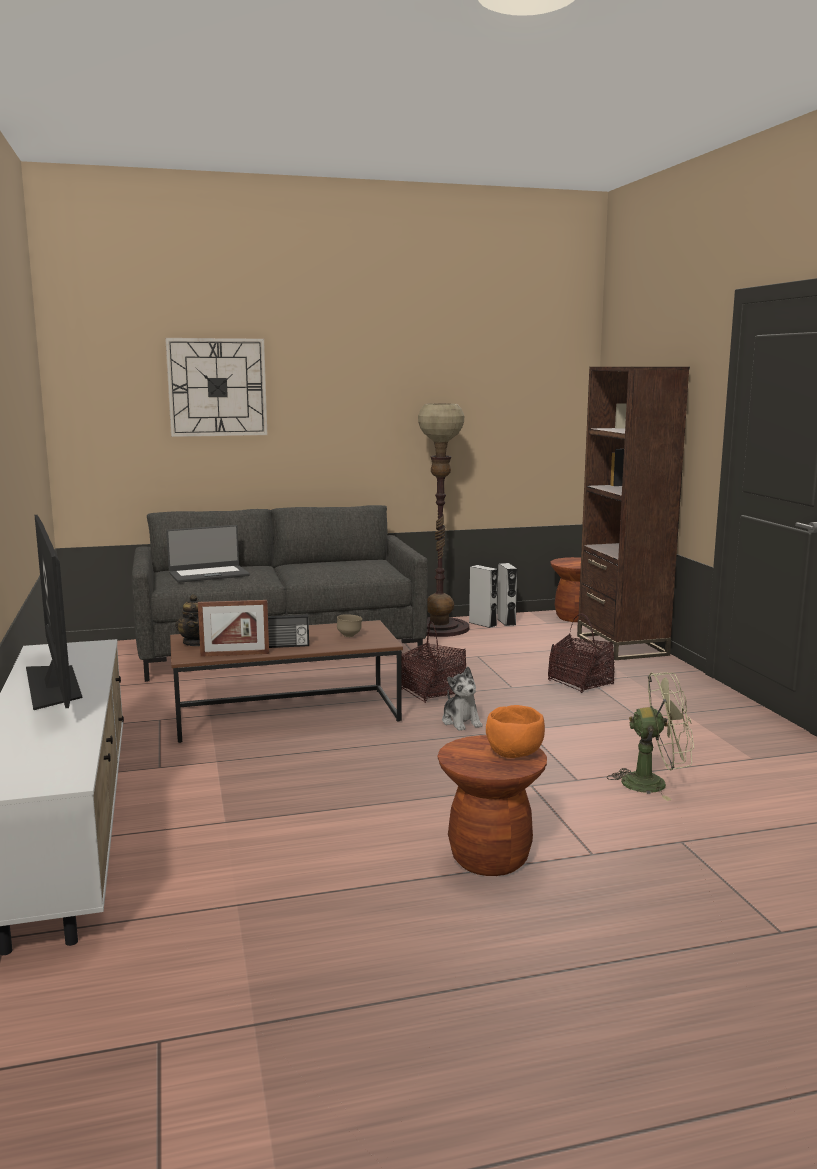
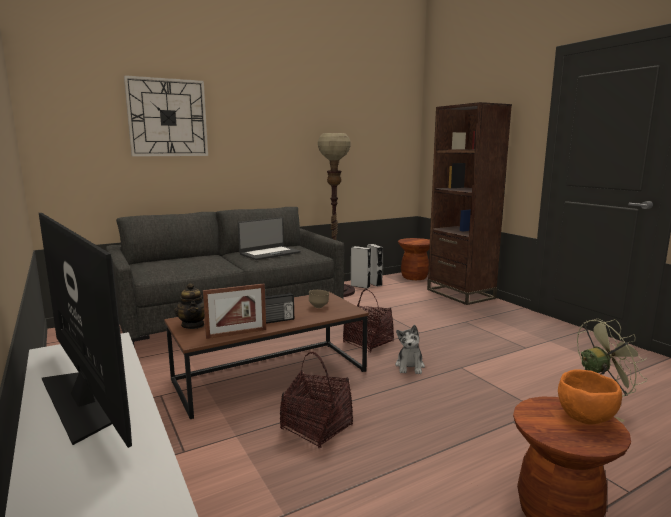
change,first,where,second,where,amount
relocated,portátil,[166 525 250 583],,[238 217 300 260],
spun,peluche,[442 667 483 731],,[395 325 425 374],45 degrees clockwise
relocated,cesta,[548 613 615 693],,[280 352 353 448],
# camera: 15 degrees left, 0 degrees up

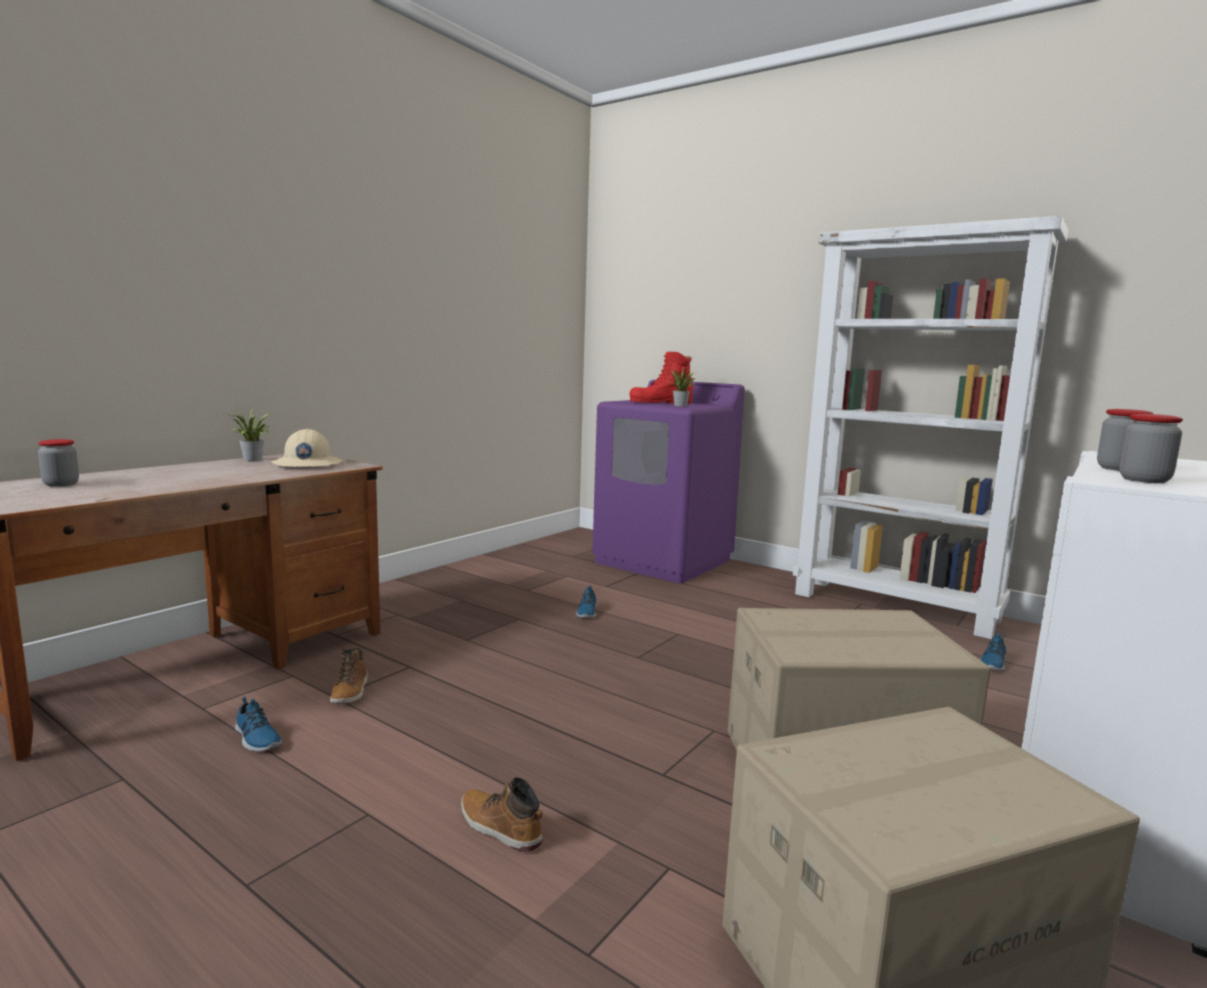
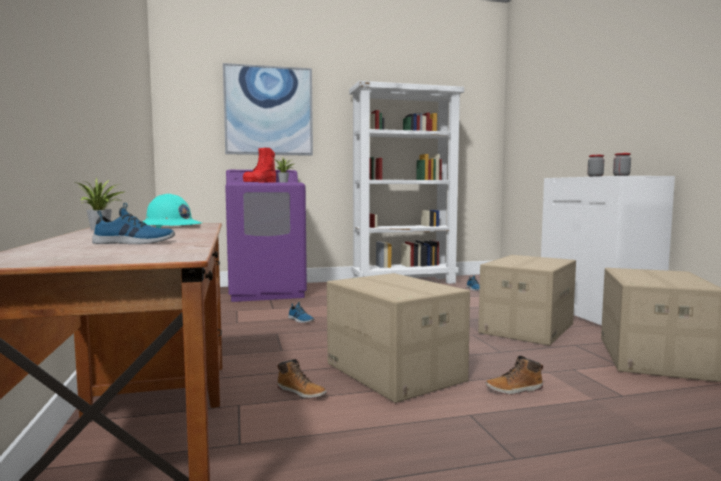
change,first,where,second,where,amount
missing,tarro,[38 439 79 487],,,
relocated,zapato,[235 697 282 751],,[92 203 175 244],
colour,casco/beis,[271 429 343 467],casco/turquesa,[143 194 202 228],
appeared,,,cuadro,[223 63 313 156],
appeared,,,caja de cartón,[327 273 470 403],
# camera: 50 degrees left, 5 degrees down

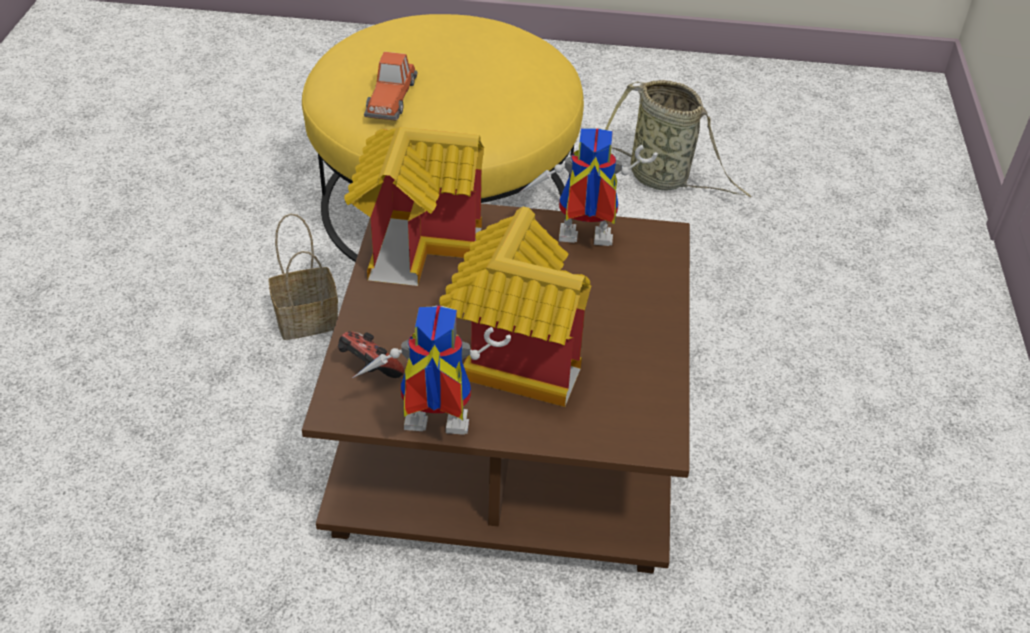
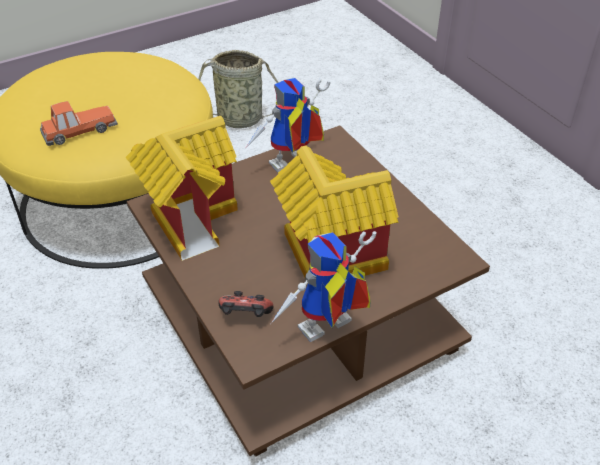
change,first,where,second,where,amount
missing,cesta,[268 213 338 340],,,
spun,coche de juguete,[364 52 418 121],,[40 101 118 146],90 degrees counterclockwise
# camera: 35 degrees left, 0 degrees up

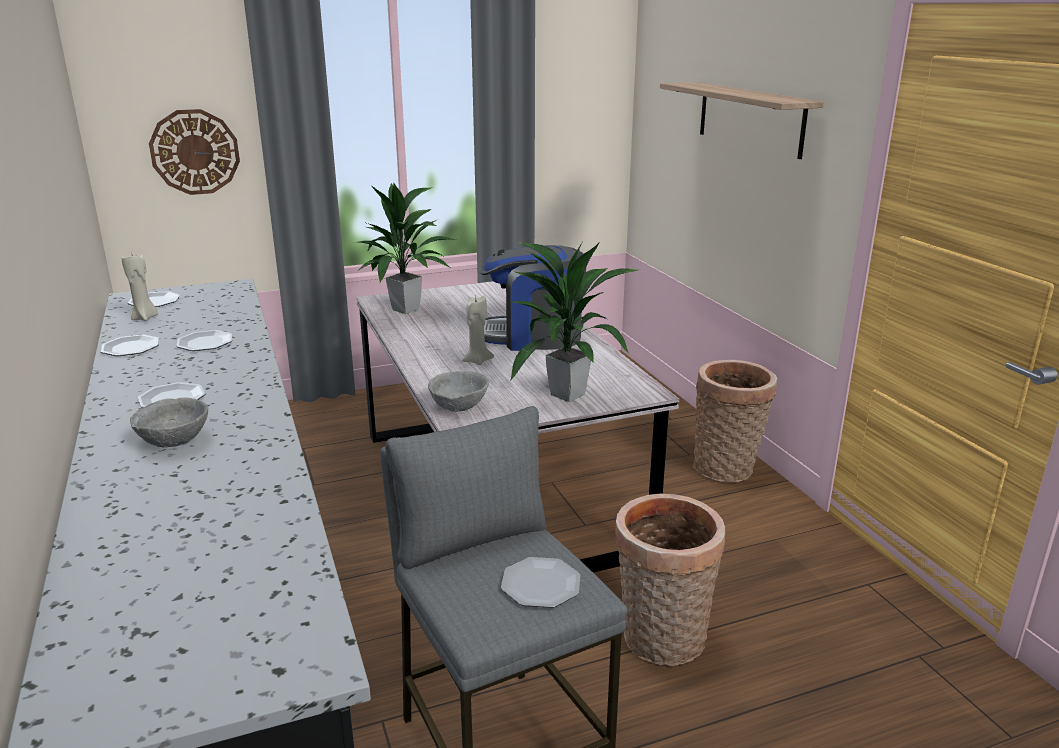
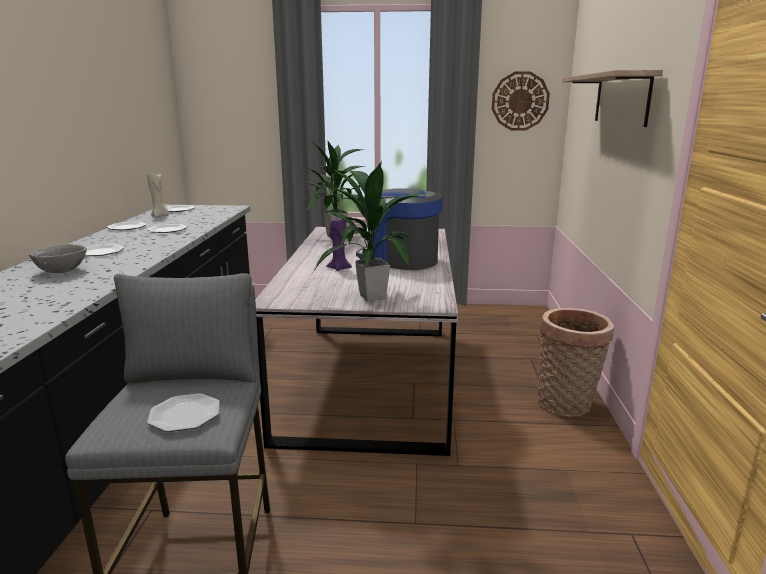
change,first,where,second,where,amount
relocated,reloj de pared,[149 109 240 195],,[492 71 550 131],
missing,cuenco/gris,[428 371 489 412],,,
colour,vela/beis,[462 295 494 365],vela/morado,[326 218 352 271],
missing,cesta,[615 494 725 666],,,
# camera: 25 degrees right, 5 degrees down

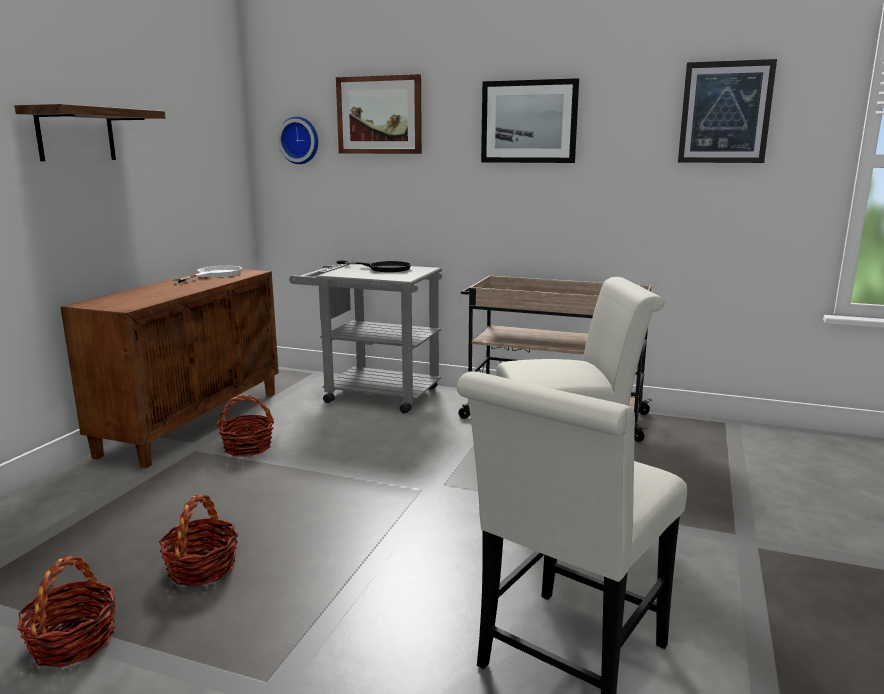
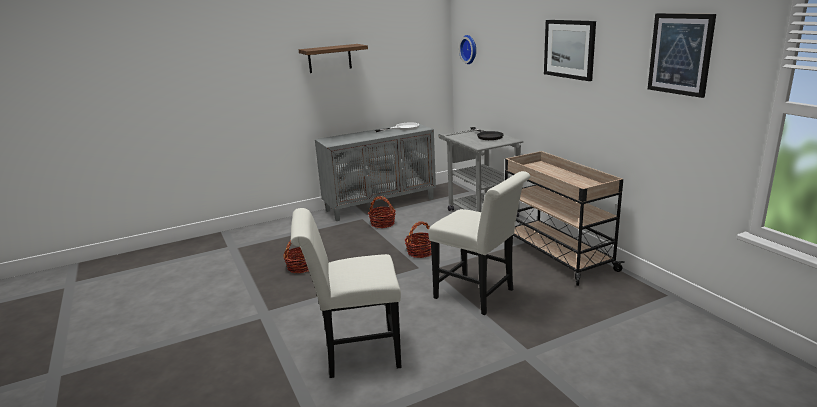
change,first,where,second,where,amount
relocated,cesta,[17 556 116 667],,[404 221 432 258],
colour,armario/marrón,[60 269 279 468],armario/gris,[315 123 436 221],
missing,cuadro,[336 74 422 154],,,
# camera: 45 degrees right, 5 degrees up

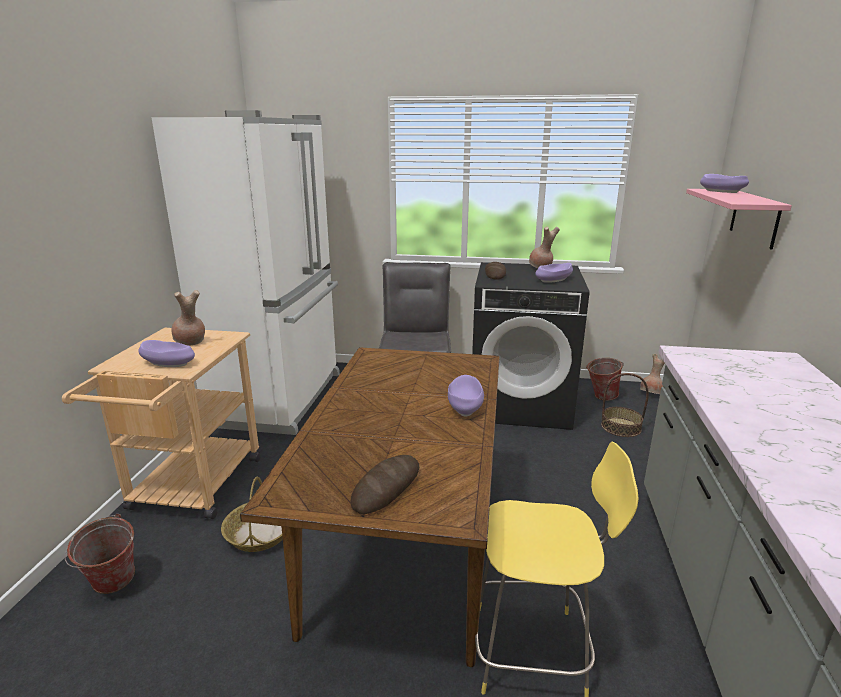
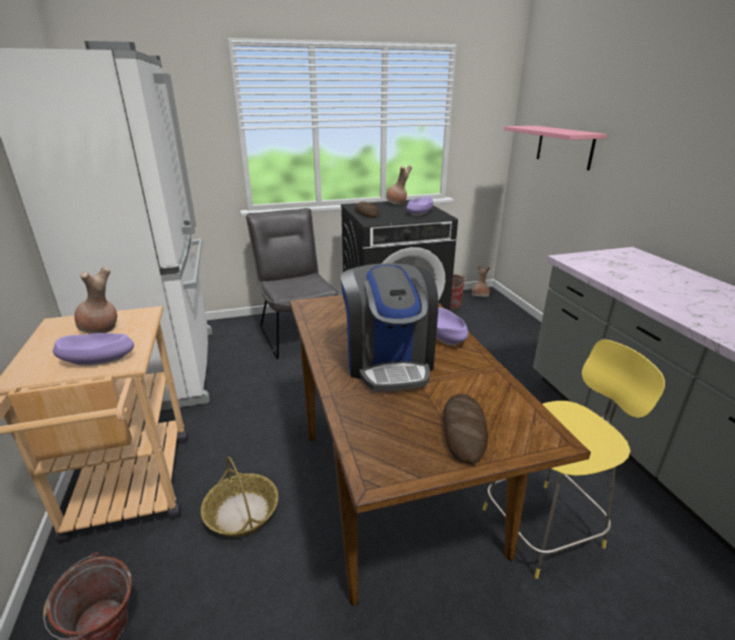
change,first,where,second,where,amount
missing,cesta,[601 373 649 437],,,
missing,cuenco/morado,[700 174 749 193],,,
appeared,,,cafetera,[341 263 439 391],
# camera: 25 degrees left, 5 degrees up

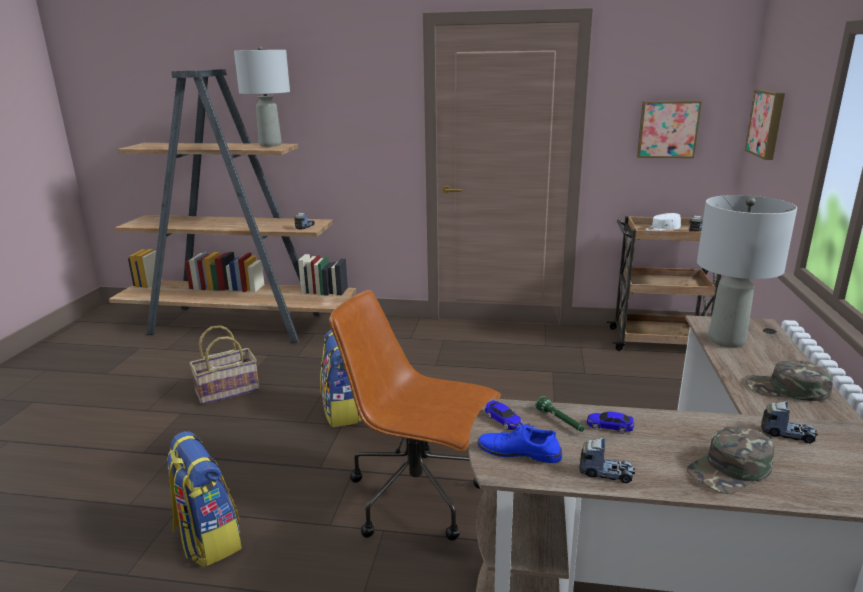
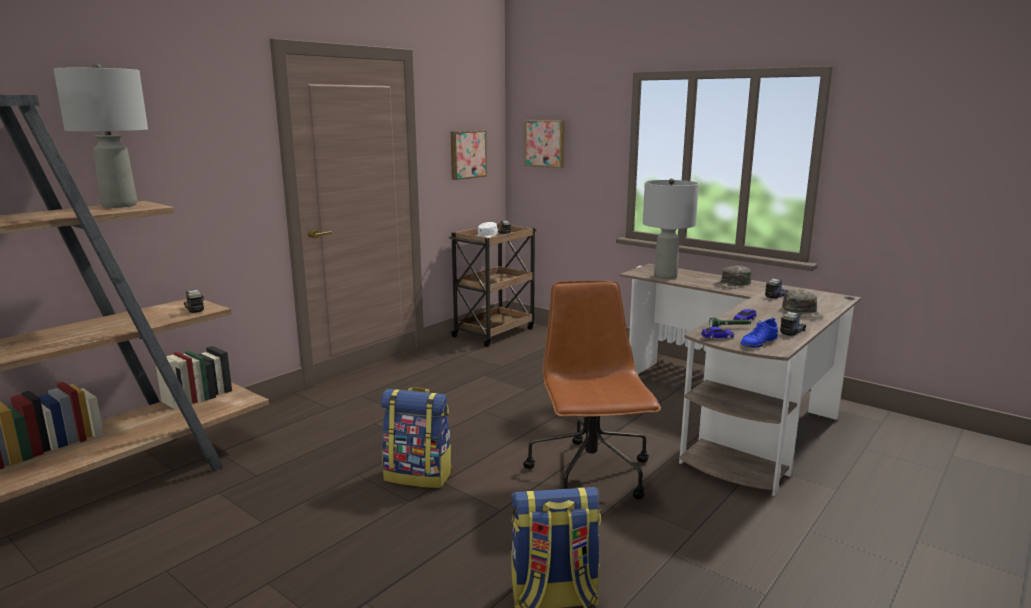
change,first,where,second,where,amount
missing,cesta,[189 325 260 405],,,
spun,silla de oficina/marrón,[329 290 501 541],,[523 281 661 500],120 degrees clockwise
# camera: 60 degrees left, 5 degrees down

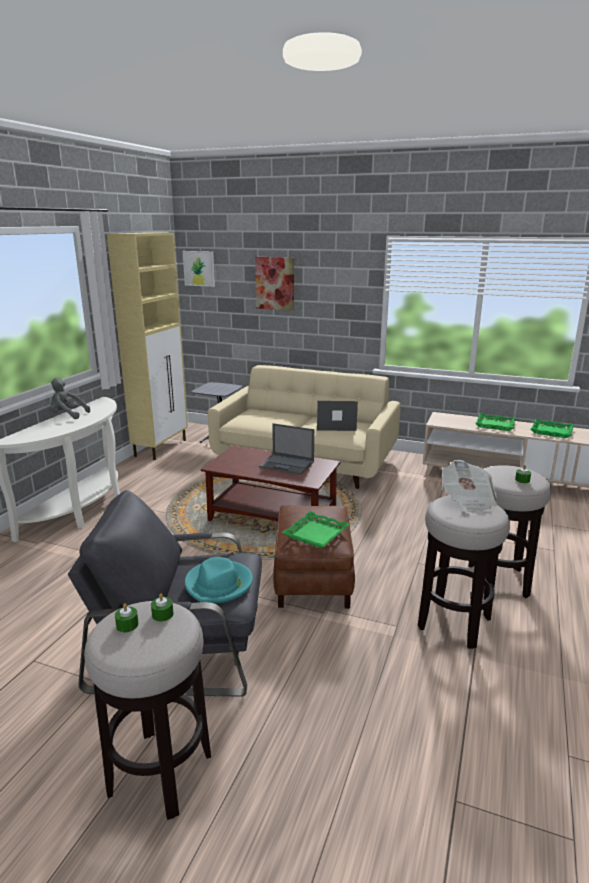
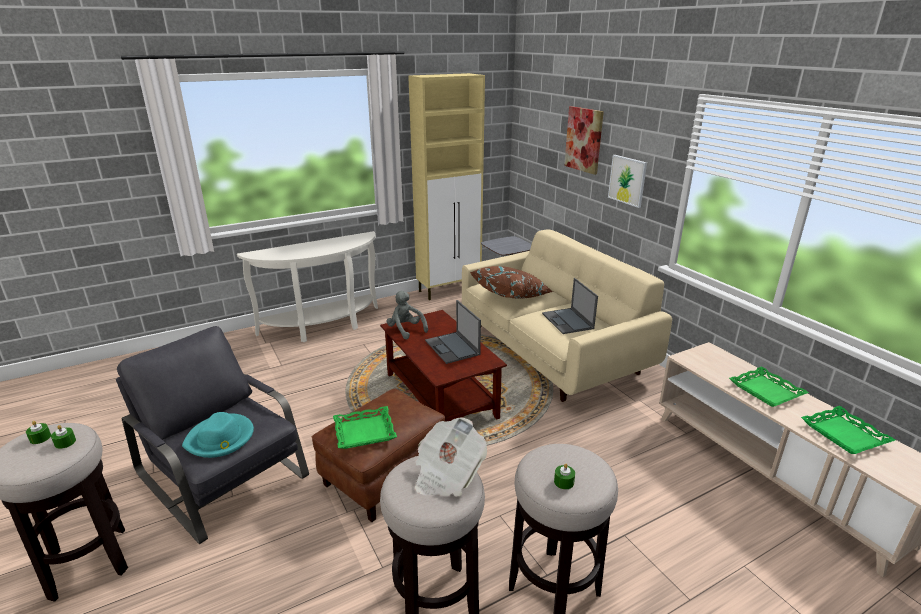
change,first,where,second,where,amount
relocated,peluche/gris,[50 378 90 419],,[386 291 428 339],
relocated,cuadro,[183 251 215 287],,[608 155 647 208],
spun,portátil,[317 401 358 431],,[542 278 598 334],150 degrees counterclockwise
appeared,,,cojín/marrón,[471 266 553 299],
# camera: 40 degrees right, 5 degrees up

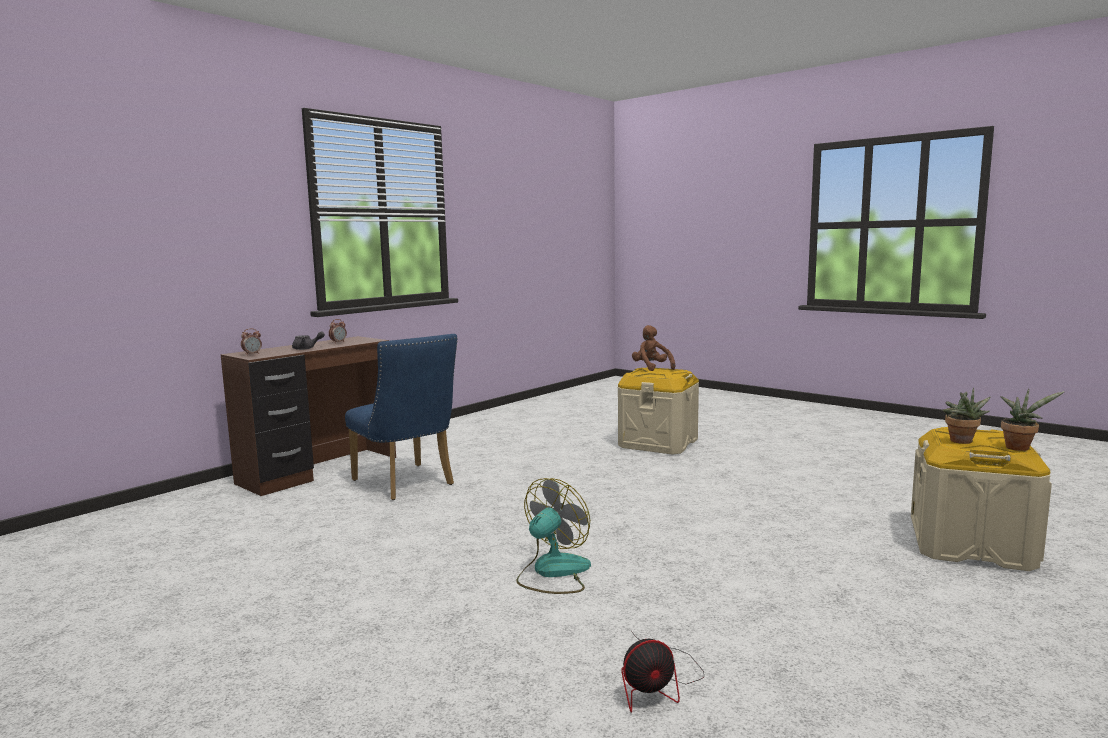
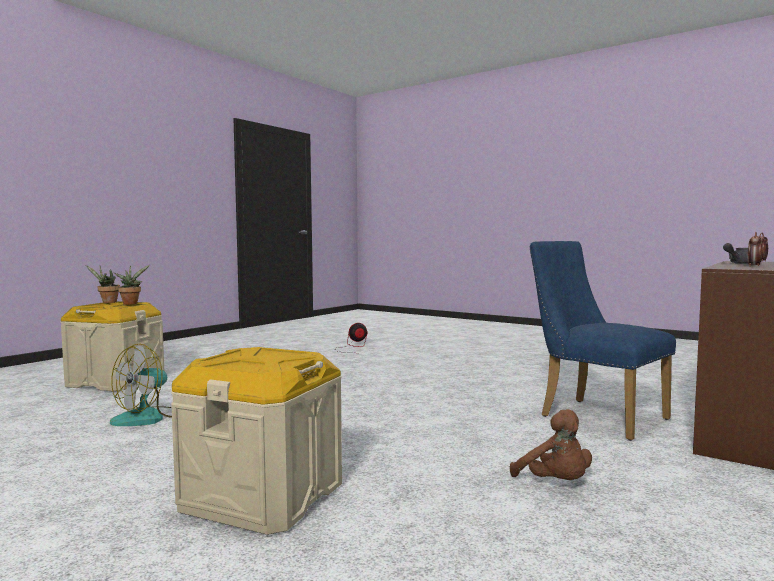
change,first,where,second,where,amount
relocated,ventilador,[516 478 591 594],,[110 343 172 426],
relocated,peluche/marrón,[632 325 675 371],,[510 409 592 480],
# camera: 175 degrees right, 5 degrees down

